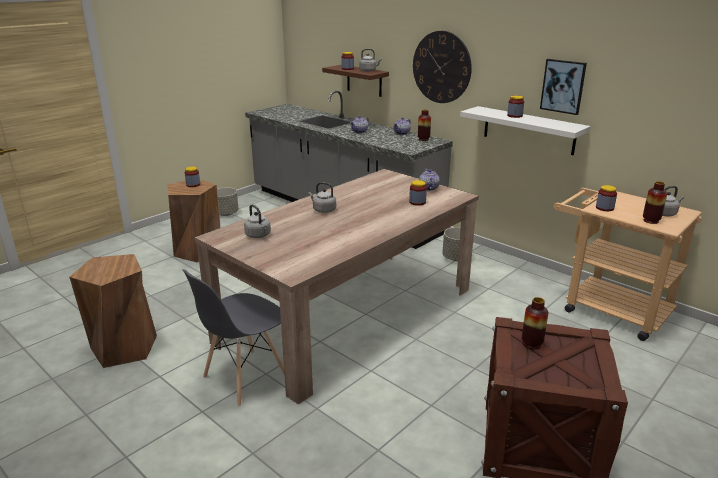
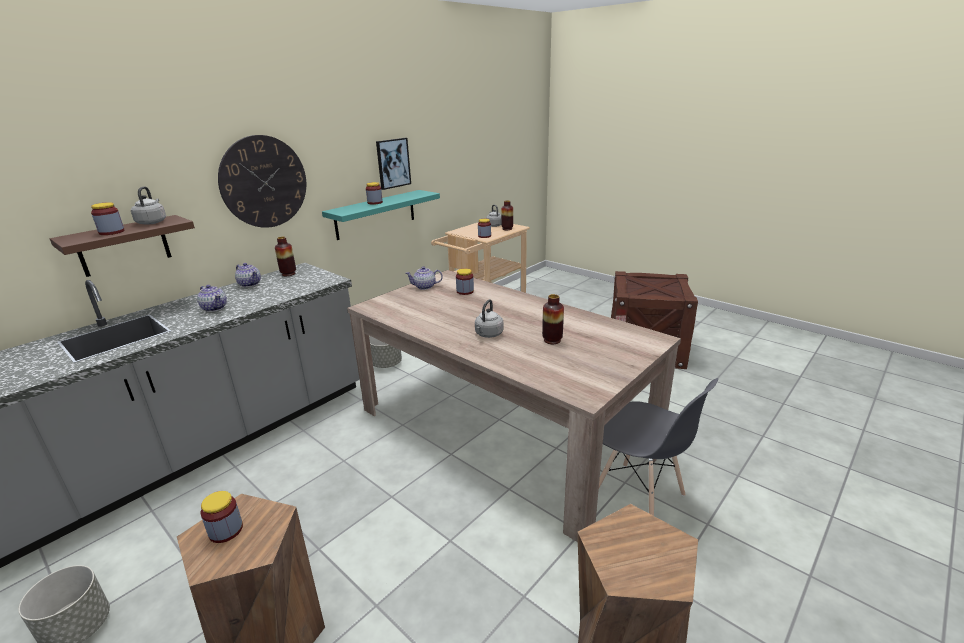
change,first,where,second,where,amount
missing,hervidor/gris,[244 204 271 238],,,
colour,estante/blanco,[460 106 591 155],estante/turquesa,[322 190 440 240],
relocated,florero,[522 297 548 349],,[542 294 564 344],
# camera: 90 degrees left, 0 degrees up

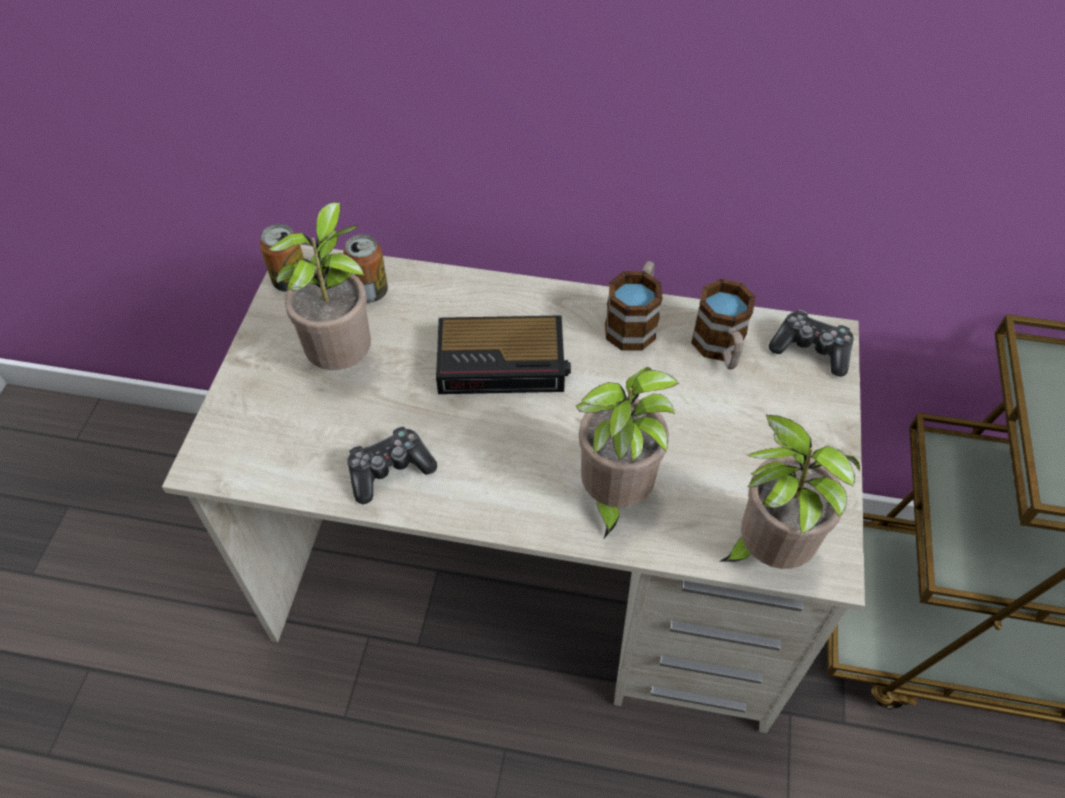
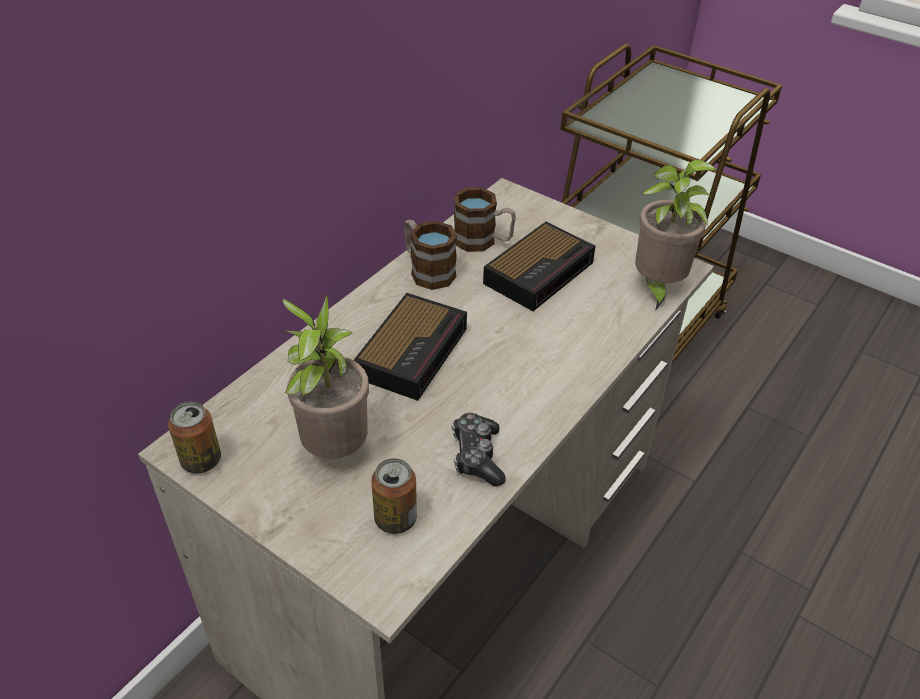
change,first,where,second,where,amount
relocated,lata,[343 234 388 303],,[371 458 417 534],
missing,planta en maceta,[575 367 679 538],,,
missing,mando de consola,[769 310 853 377],,,
appeared,,,despertador,[483 222 596 311],
# camera: 65 degrees left, 10 degrees down

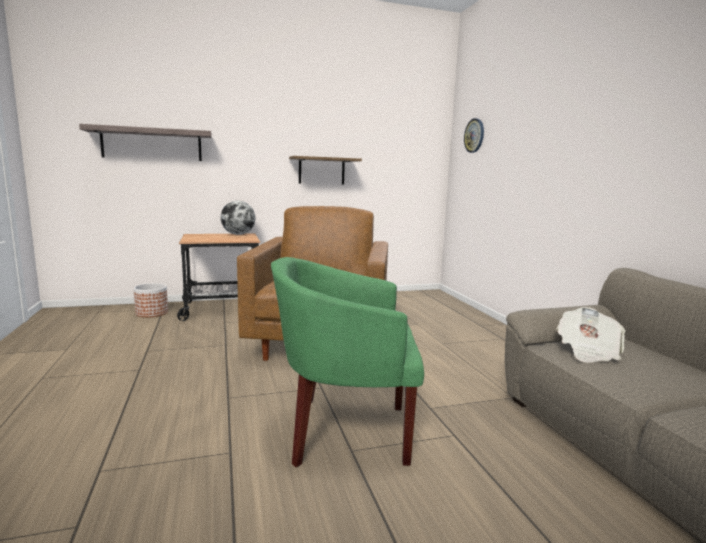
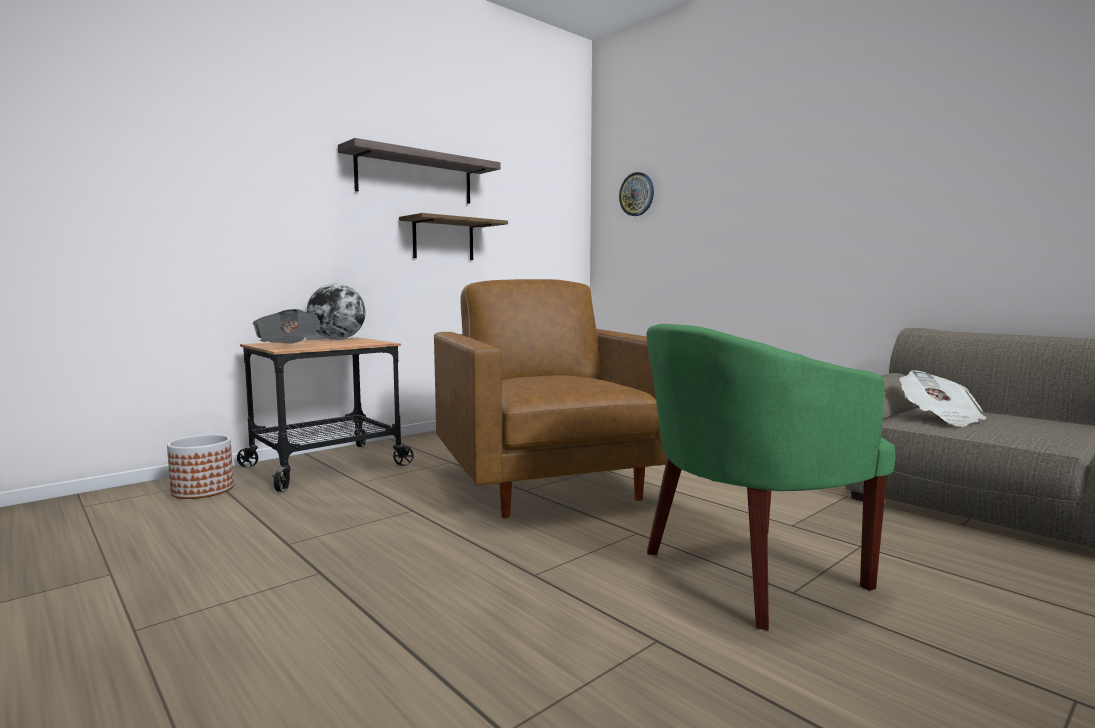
change,first,where,second,where,amount
relocated,estante,[79 124 212 161],,[338 138 501 204],
appeared,,,periódico,[253 309 322 344],
# camera: 25 degrees left, 5 degrees down

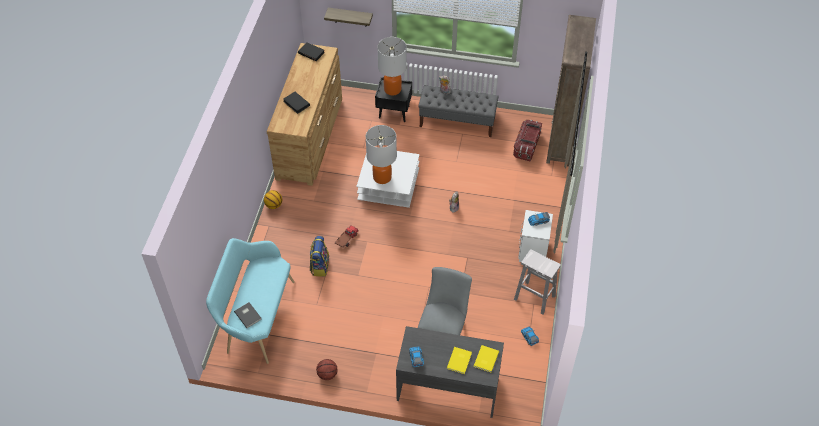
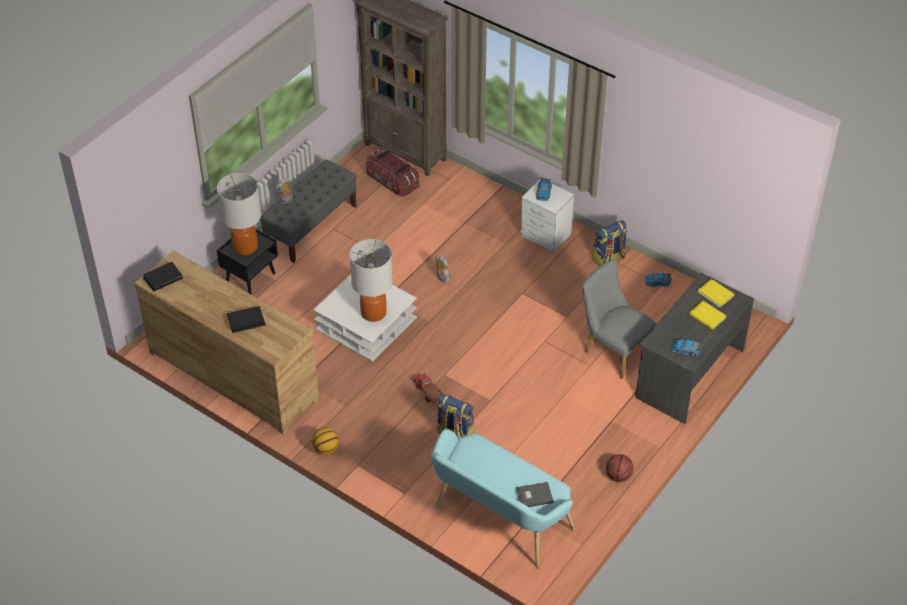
change,first,where,second,where,amount
missing,estante,[324 8 373 27],,,
exchanged,taburete/blanco,[514 249 561 315],mochila,[592 220 627 266],
# camera: 65 degrees left, 5 degrees down

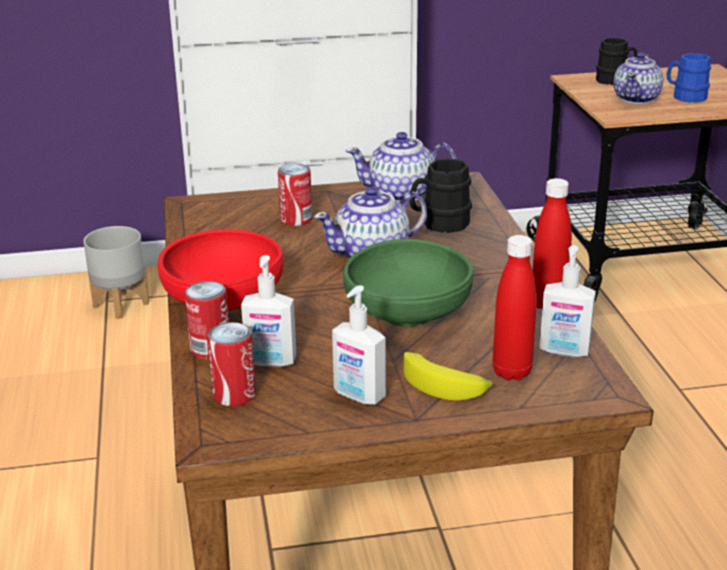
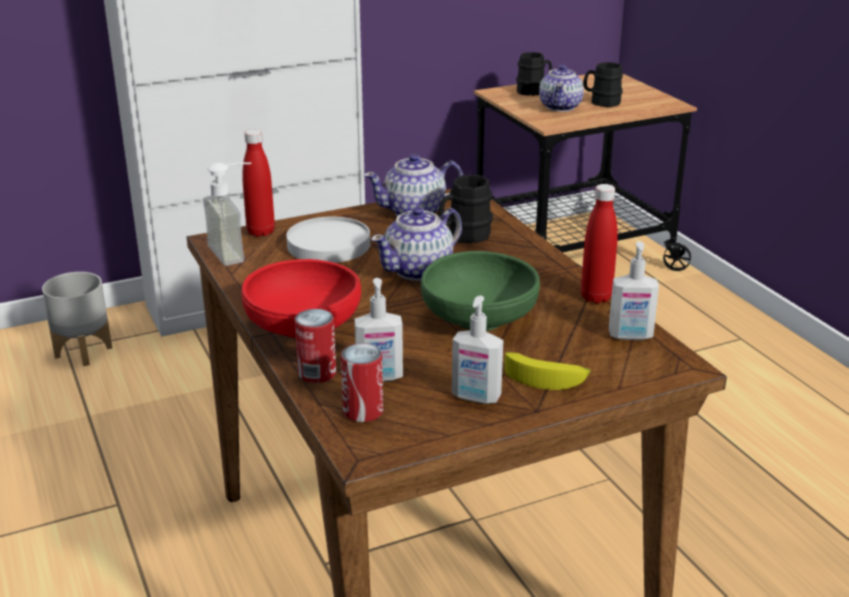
change,first,where,second,where,amount
exchanged,lata,[278 164 312 226],plato/blanco,[287 217 370 263],
relocated,botella/rojo,[493 235 537 381],,[242 129 275 237],
colour,taza grande/azul,[667 53 711 103],taza grande/negro,[583 62 623 107],
appeared,,,dispensador de jabón,[203 162 251 266],
# camera: 15 degrees left, 0 degrees up

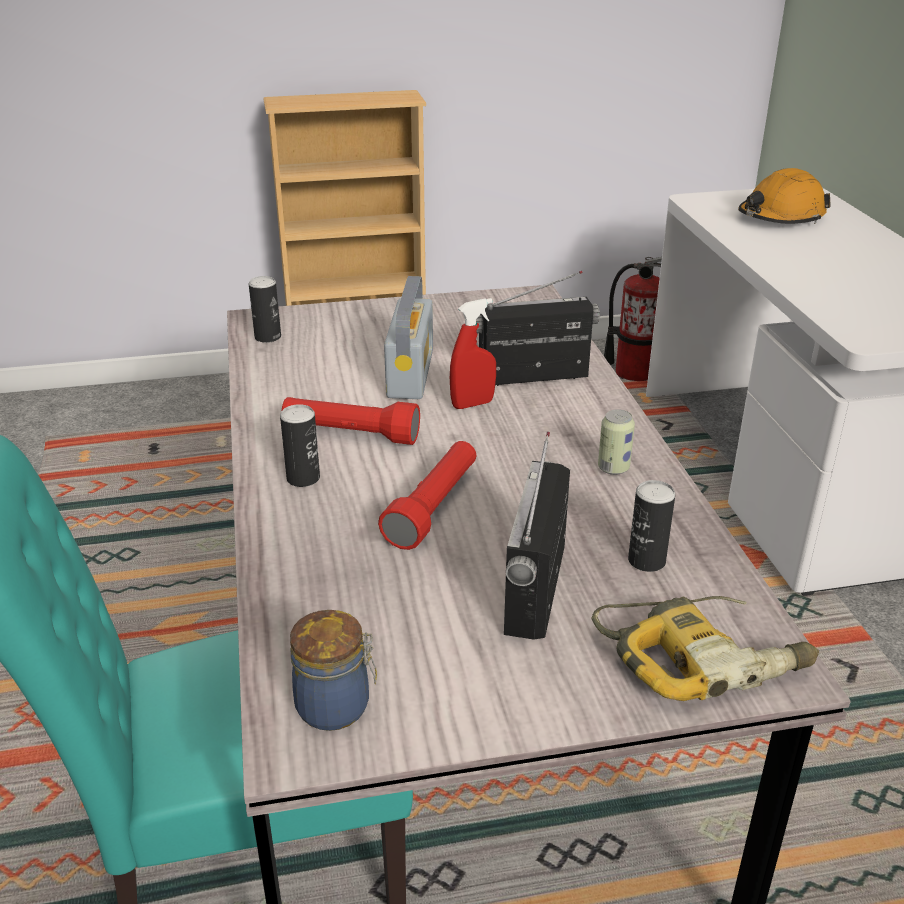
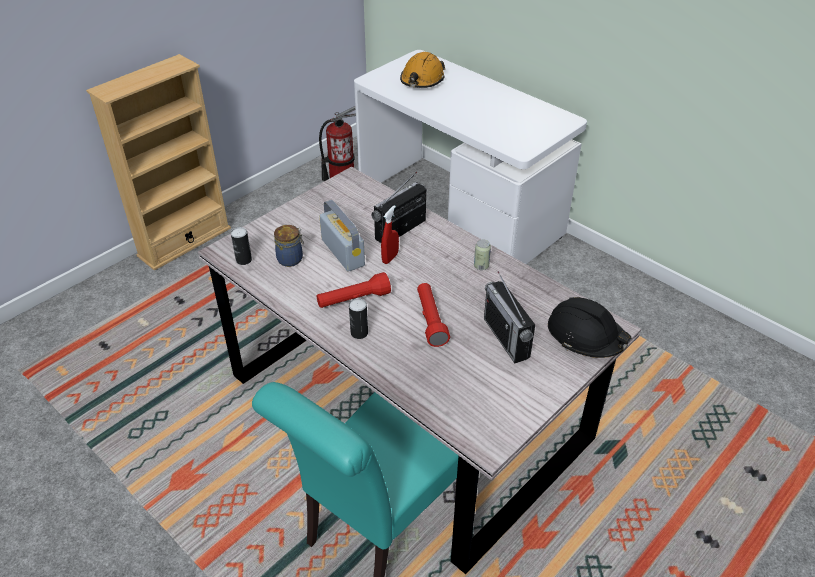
change,first,where,second,where,amount
relocated,tarro,[290 610 377 731],,[274 225 304 267],
exchanged,taladro,[592 596 819 701],casco/negro,[548 297 632 358],
missing,lata,[628 480 675 572],,,
# camera: 35 degrees left, 10 degrees up

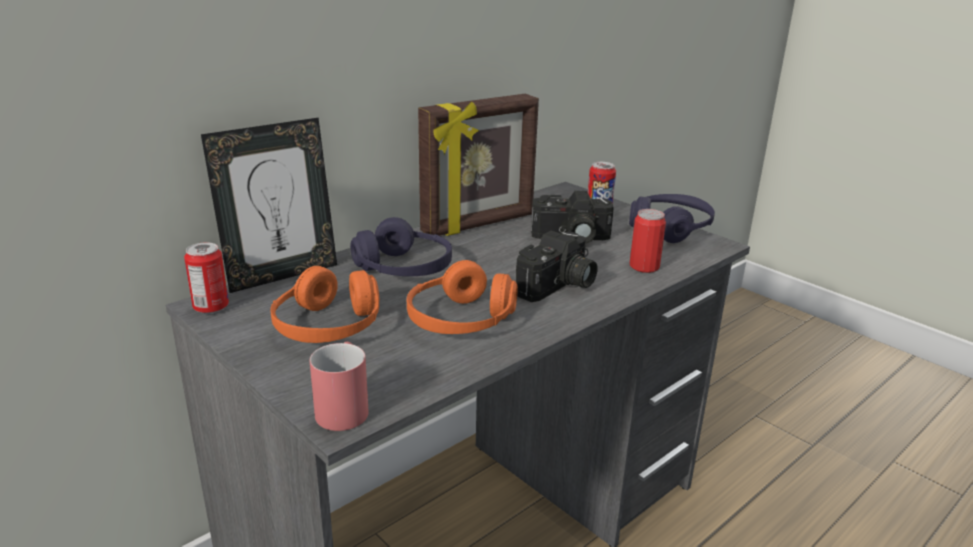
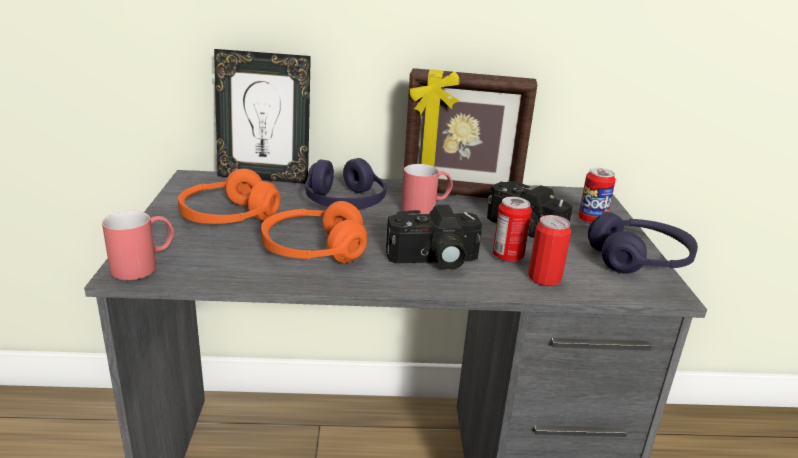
change,first,where,second,where,amount
relocated,lata,[184 242 229 314],,[493 197 532 262],
appeared,,,taza grande/rojo,[401 164 453 214],
# camera: 40 degrees right, 0 degrees up

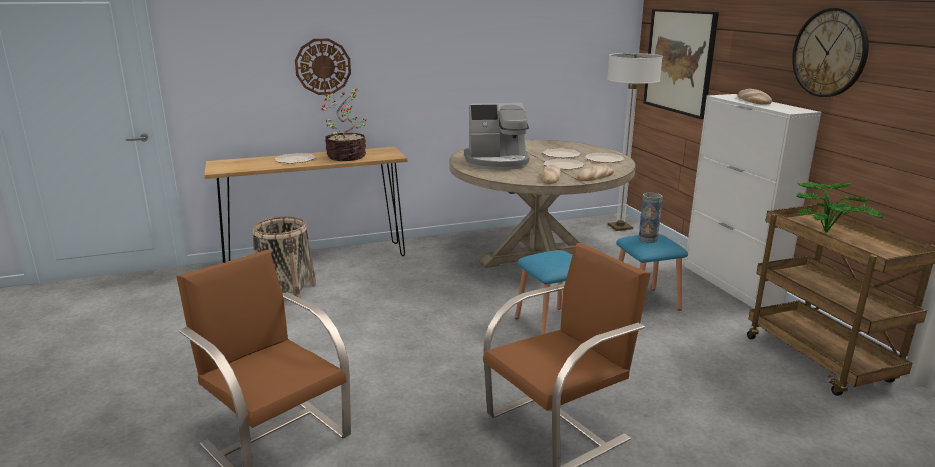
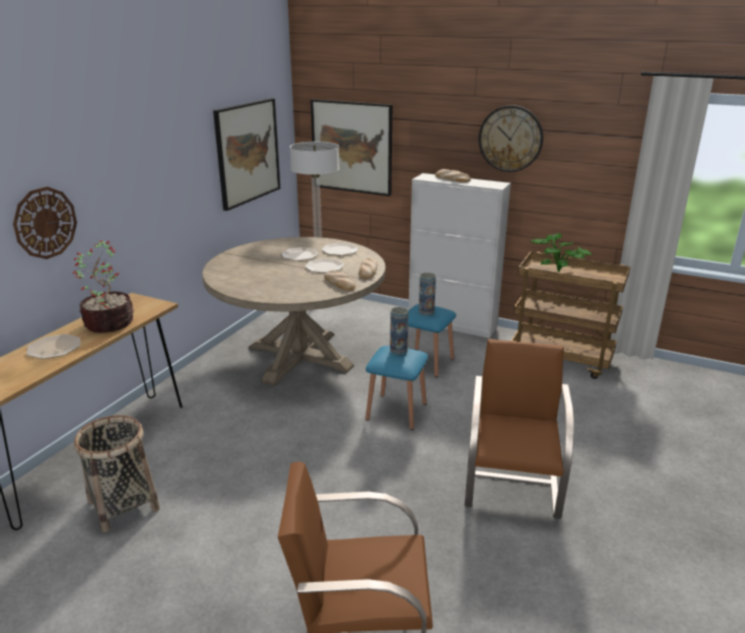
change,first,where,second,where,amount
missing,cafetera,[464 103 529 170],,,
appeared,,,cuadro,[213 98 280 211],
appeared,,,florero,[390 307 409 355],
# camera: 45 degrees left, 5 degrees up

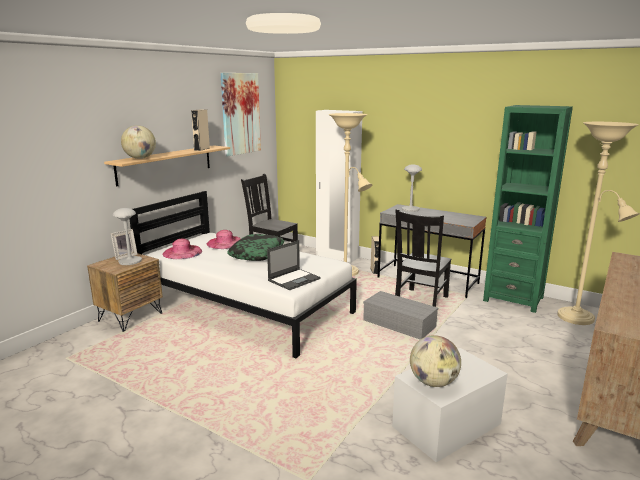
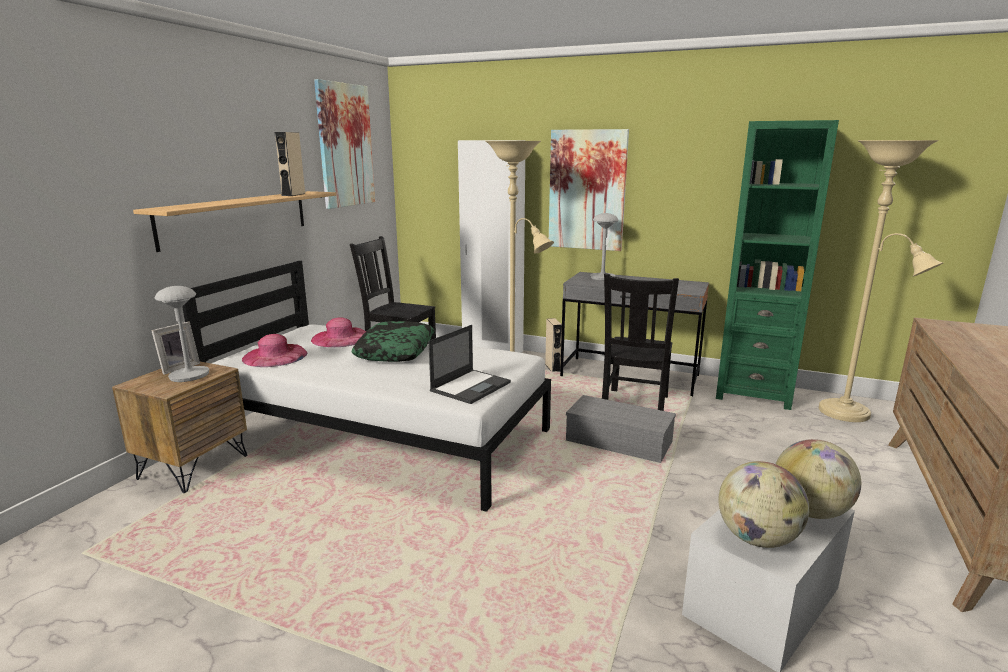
change,first,where,second,where,amount
relocated,globo terráqueo,[121 125 156 159],,[776 439 861 519],
appeared,,,cuadro,[549 129 629 251],
# camera: 10 degrees left, 0 degrees up

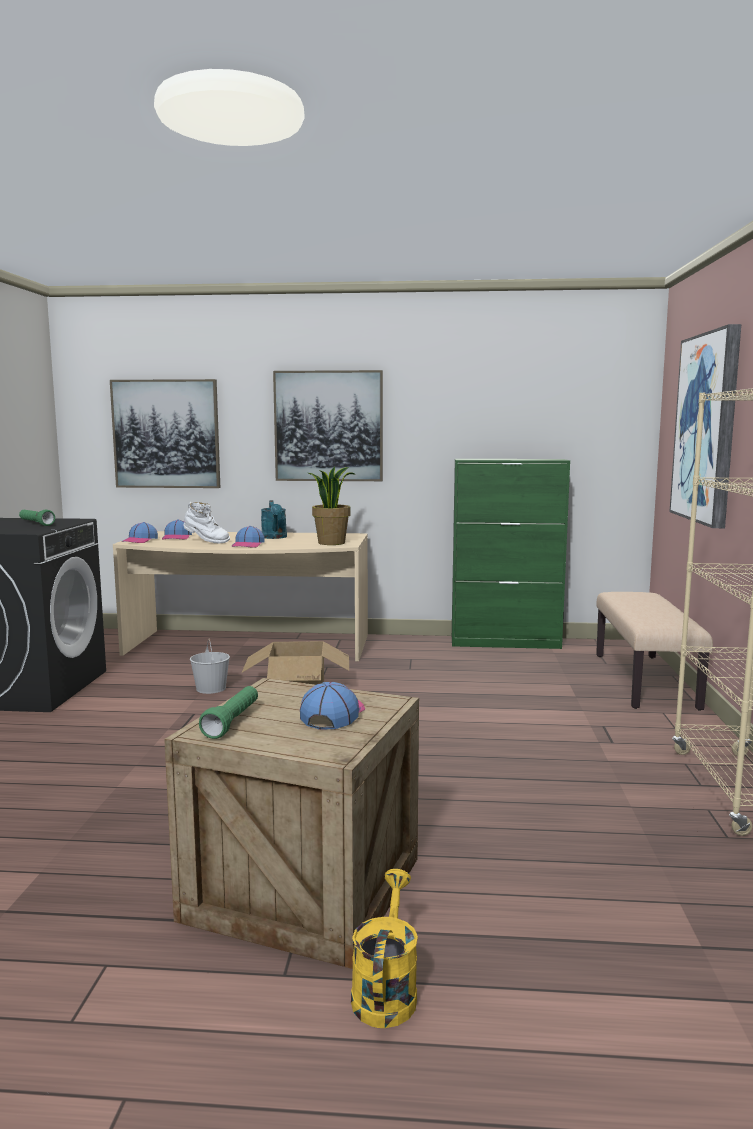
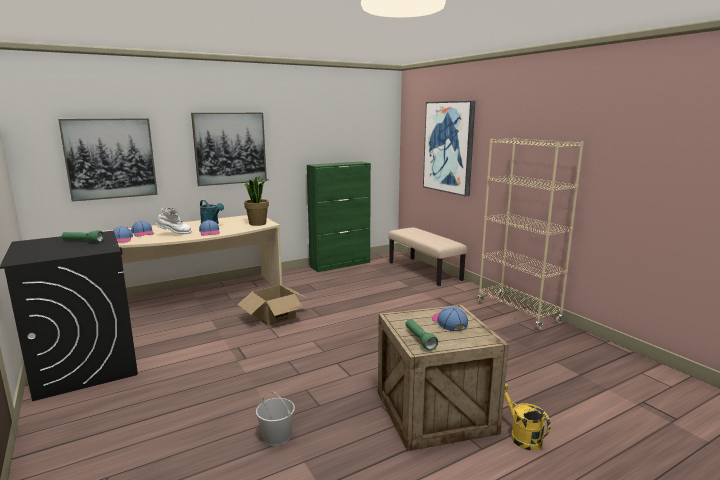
change,first,where,second,where,amount
relocated,cubo/blanco,[190 638 230 694],,[256 392 295 446],
# camera: 35 degrees left, 5 degrees up

